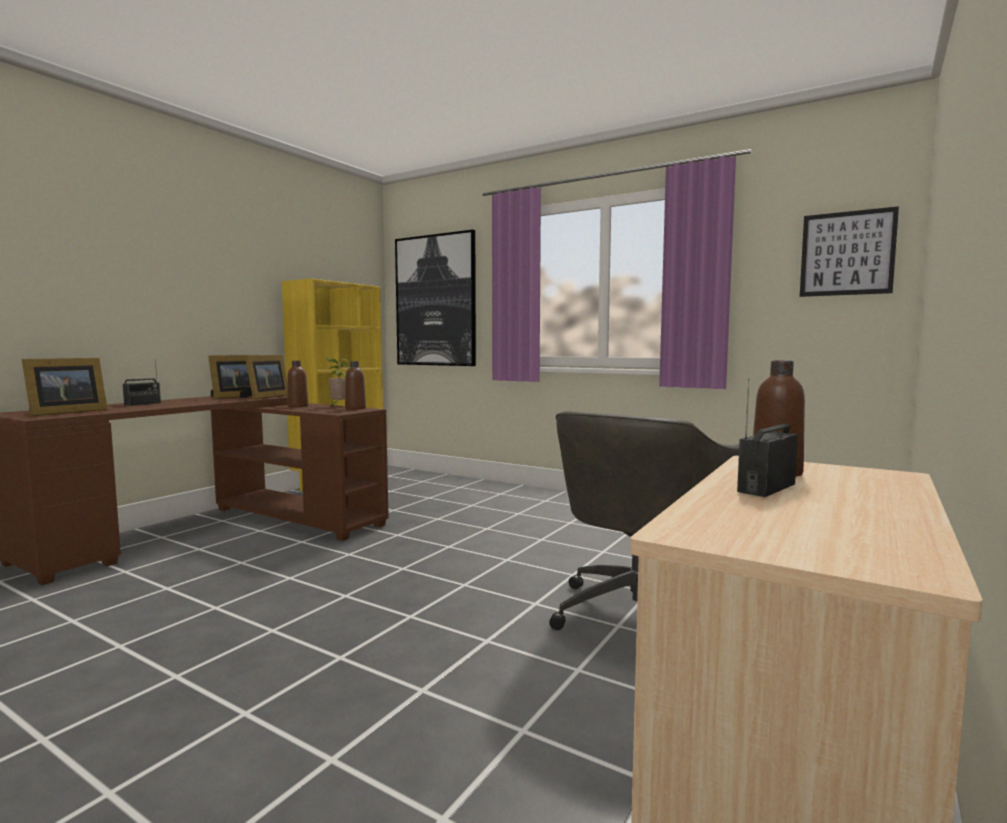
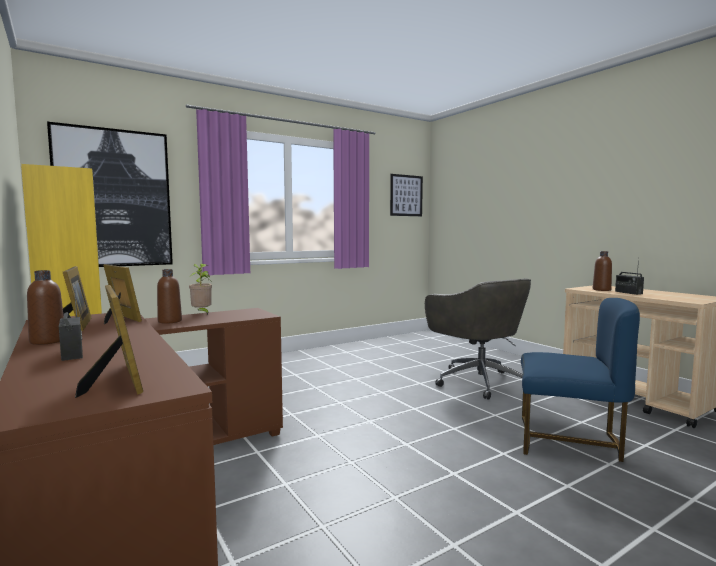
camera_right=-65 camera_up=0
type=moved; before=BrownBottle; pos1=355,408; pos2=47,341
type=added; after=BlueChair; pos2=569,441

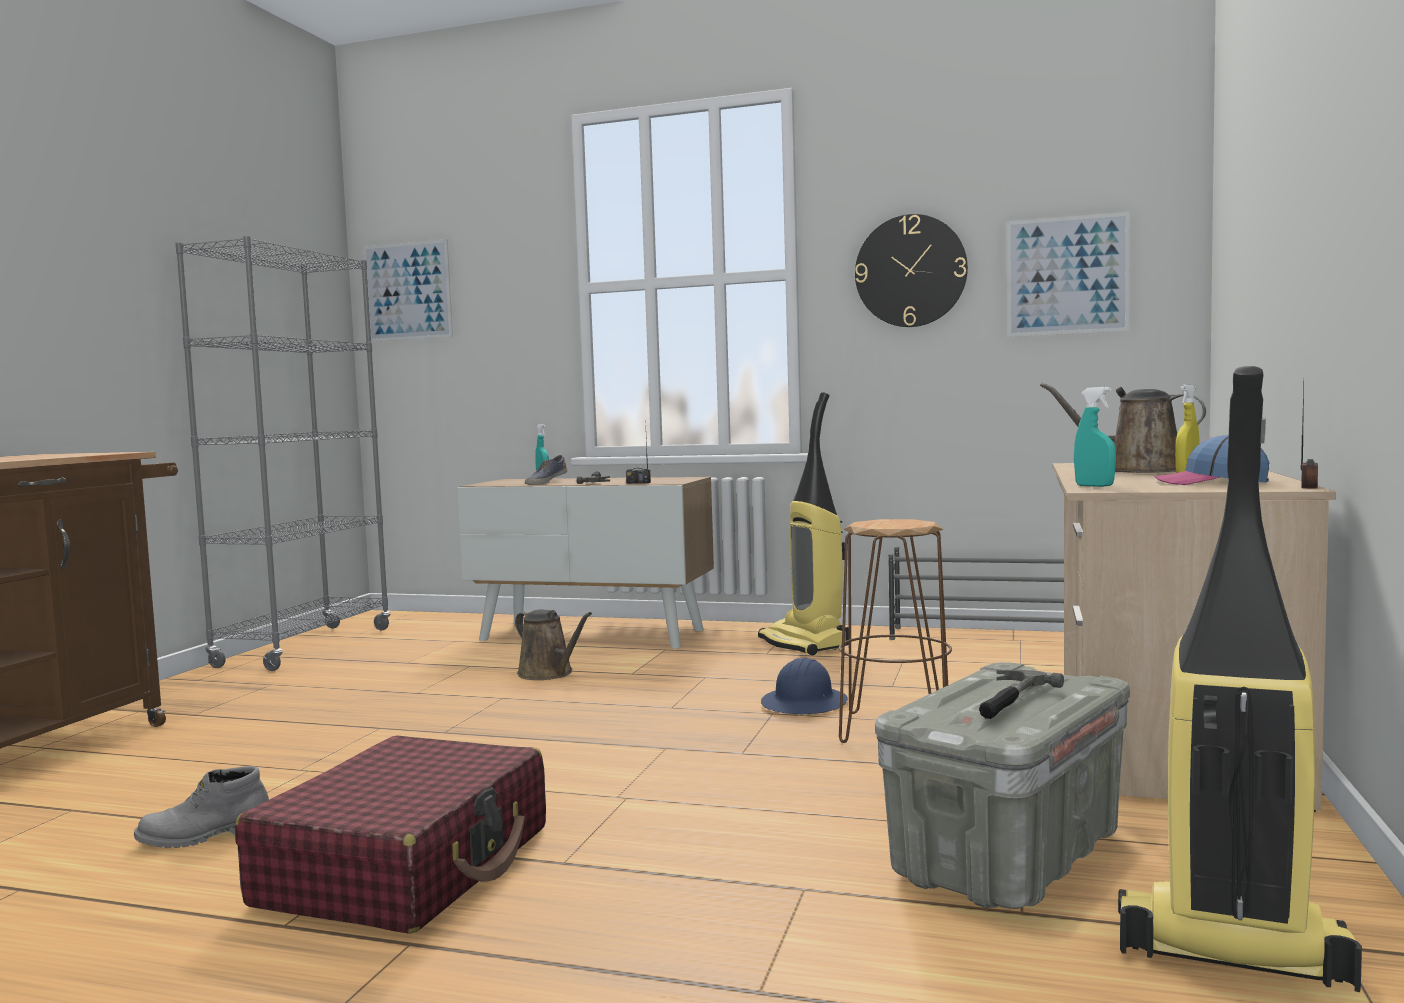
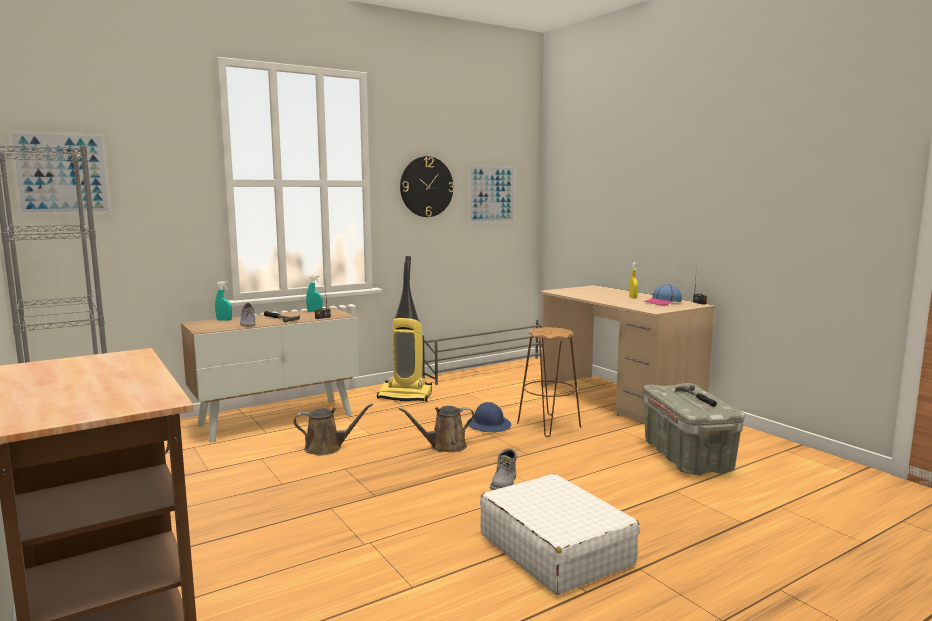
camera_right=-50 camera_up=5
type=moved; before=TurquoiseSprayBottle; pos1=1094,486; pos2=314,311
type=moved; before=BrownWateringCan; pos1=1135,471; pos2=444,446
type=recoloured; before=RedSuitcase; after=WhiteSuitcase; pos1=408,865; pos2=555,549
type=moved; before=GreyBoot; pos1=204,836; pos2=504,484
type=removed; before=VacuumCleaner; pos1=1228,952

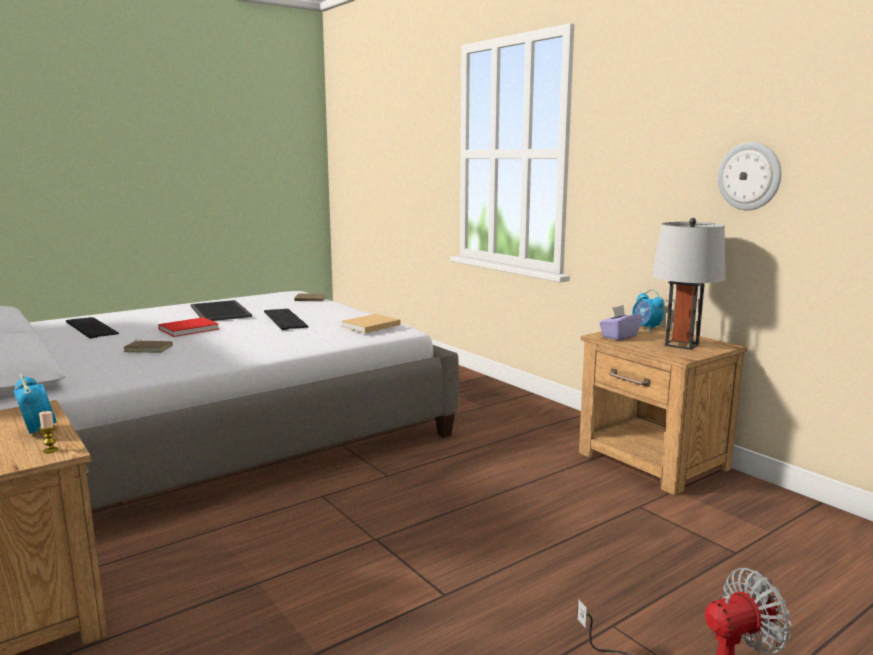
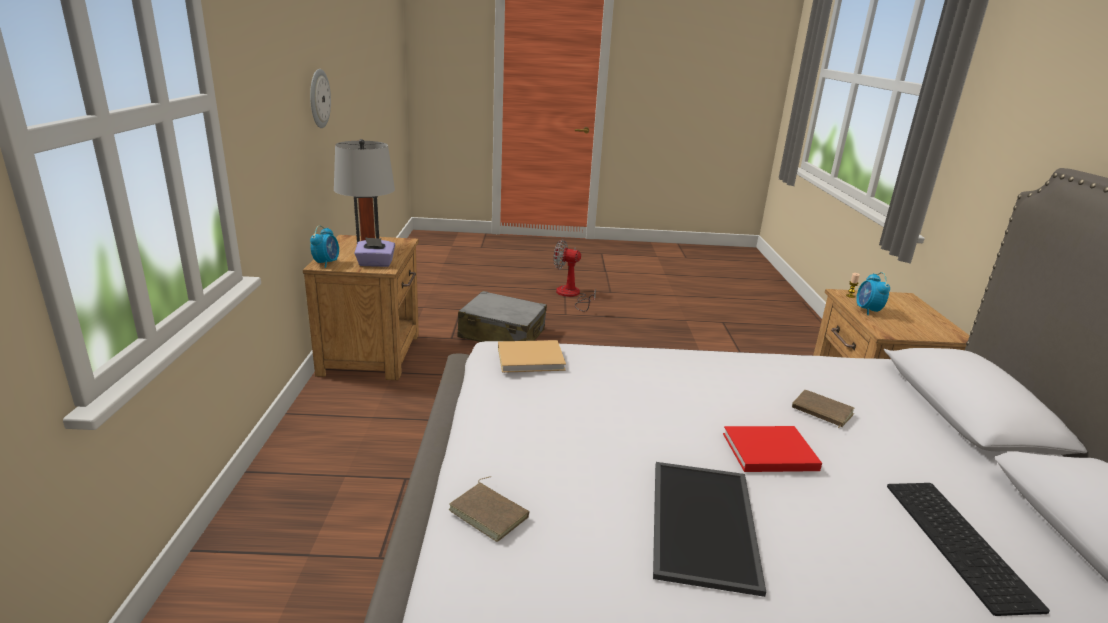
camera_right=-145 camera_up=10
type=added; after=GreySuitcase; pos2=502,334
type=removed; before=Keyboard; pos1=283,319

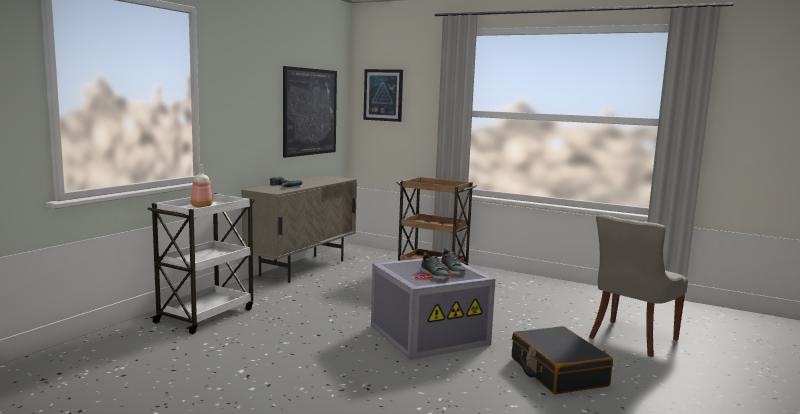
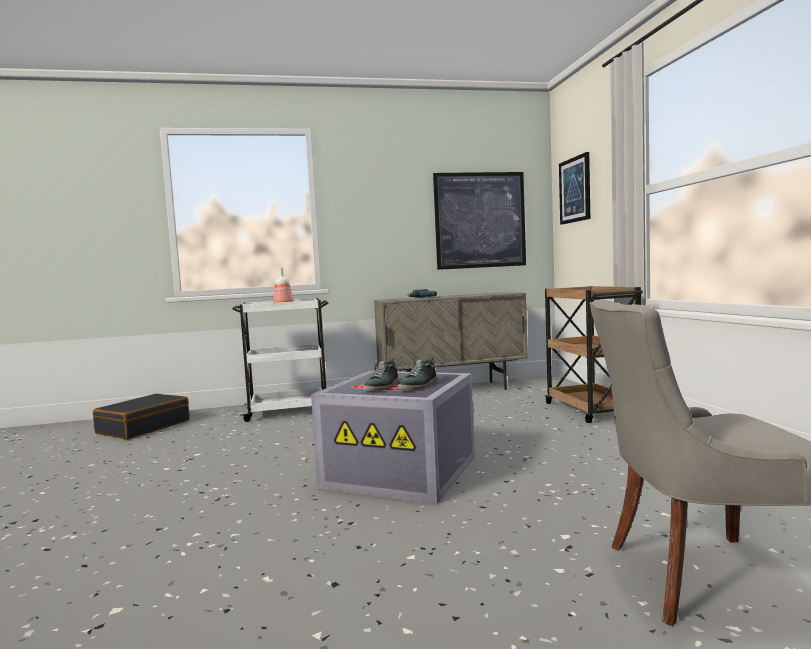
camera_right=50 camera_up=-5
type=moved; before=BlackSuitcase; pos1=557,372; pos2=143,427

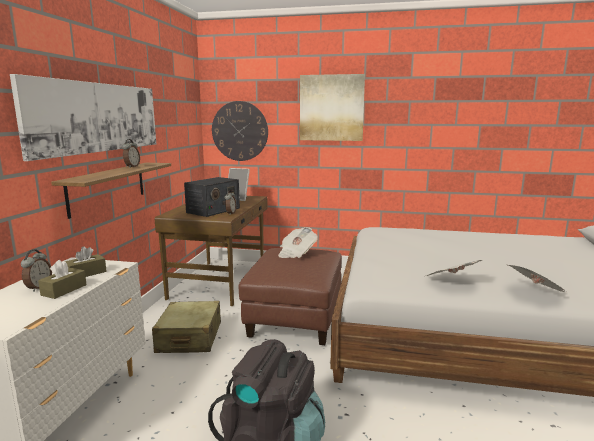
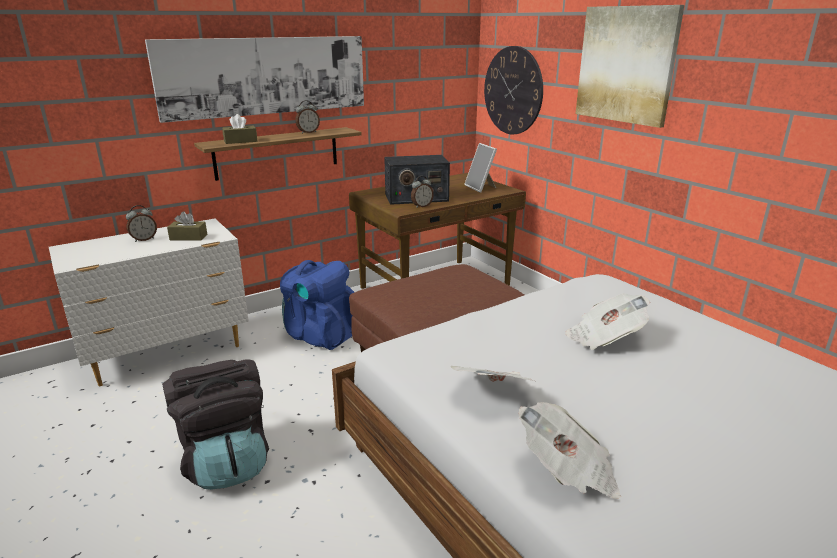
camera_right=45 camera_up=10
type=moved; before=BrownTissueBox; pos1=64,290; pos2=240,141
type=replaced; before=BeigeSuitcase; after=BlueBackpack; pos1=189,338; pos2=320,335
type=moved; before=Newspaper; pos1=296,253; pos2=604,338

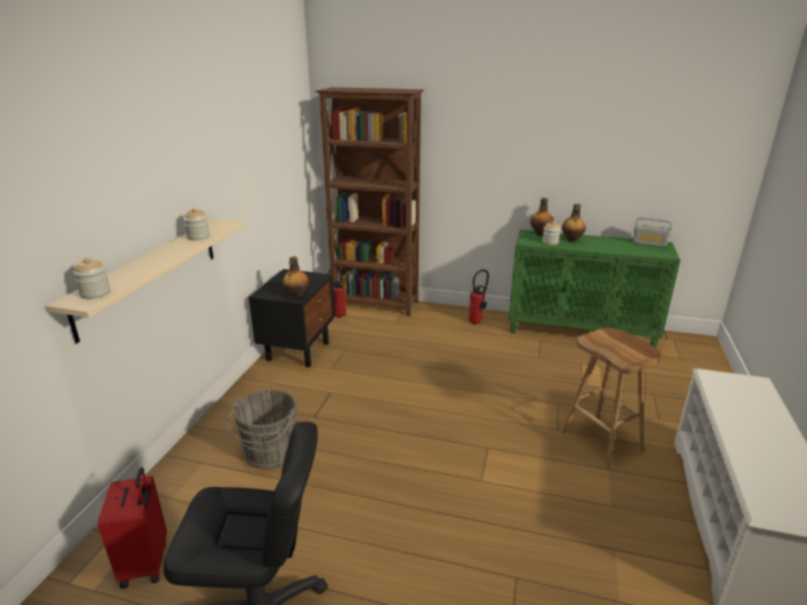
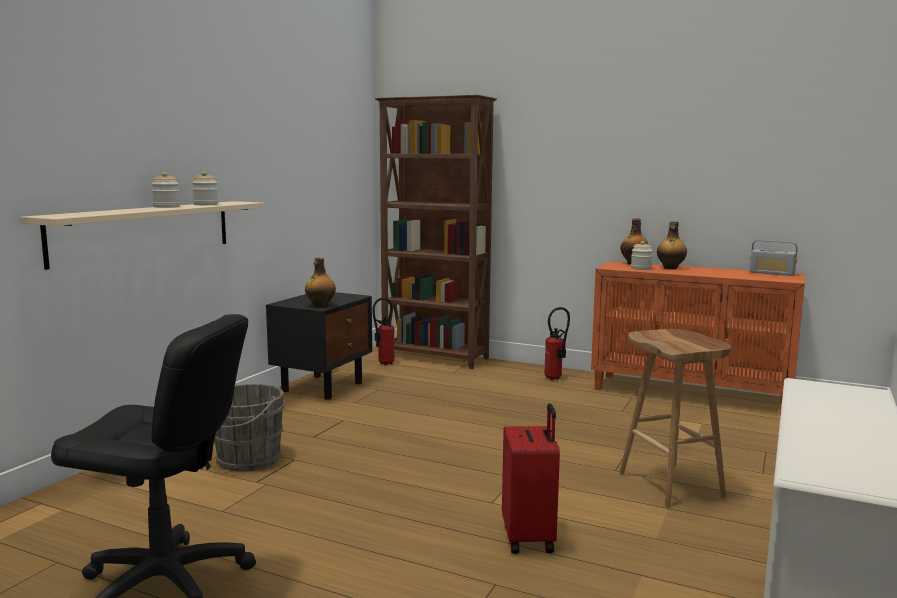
camera_right=10 camera_up=-15
type=moved; before=Jar; pos1=95,293; pos2=166,207
type=moved; before=RedSuitcase; pos1=147,563; pos2=530,538
type=recoloured; before=GreenCabinet; after=OrangeCabinet; pos1=581,332; pos2=691,394

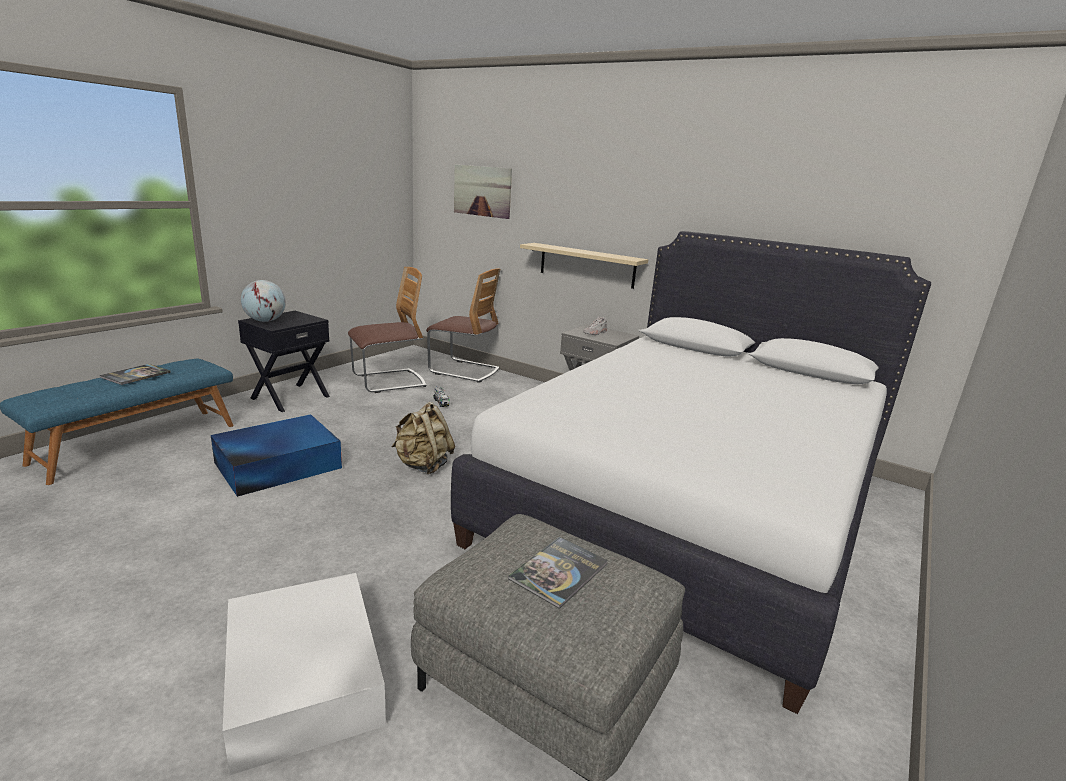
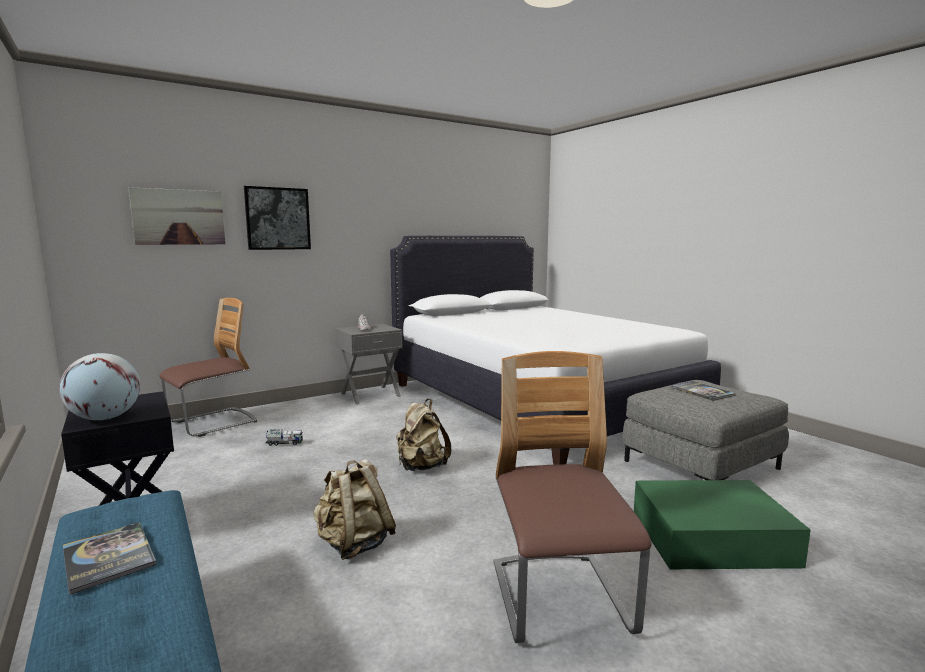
camera_right=-65 camera_up=-10
type=added; after=Picture; pos2=277,218
type=replaced; before=BlueStorageBox; after=BeigeBackpack; pos1=276,465; pos2=354,544
type=moved; before=Chair; pos1=389,381; pos2=559,599
type=recoloured; before=WhiteStorageBox; after=GreenStorageBox; pos1=303,681; pos2=714,538
type=removed; before=BeigeShelf; pos1=586,265

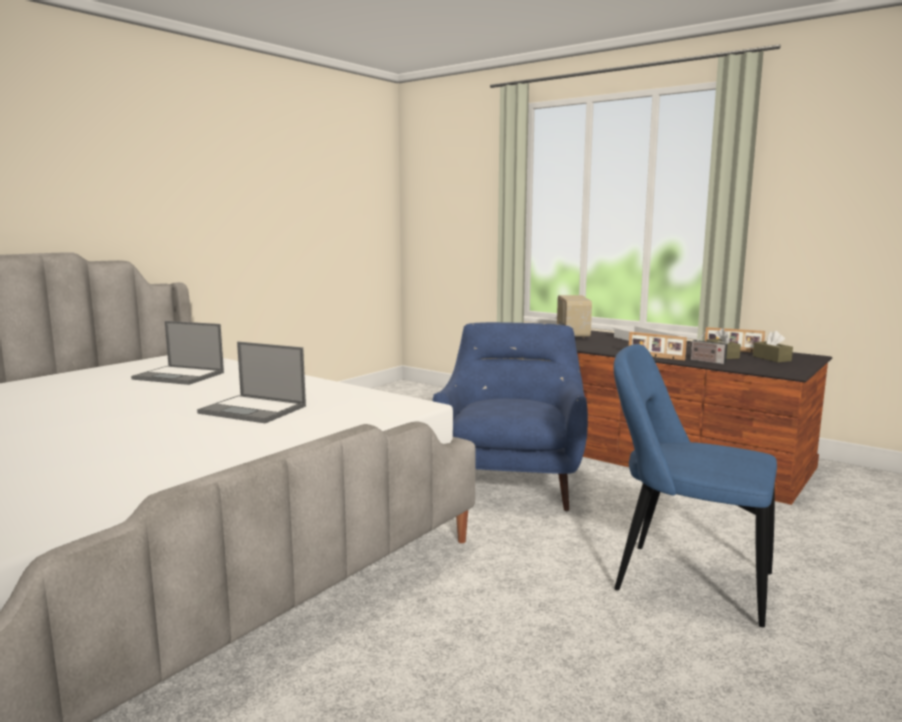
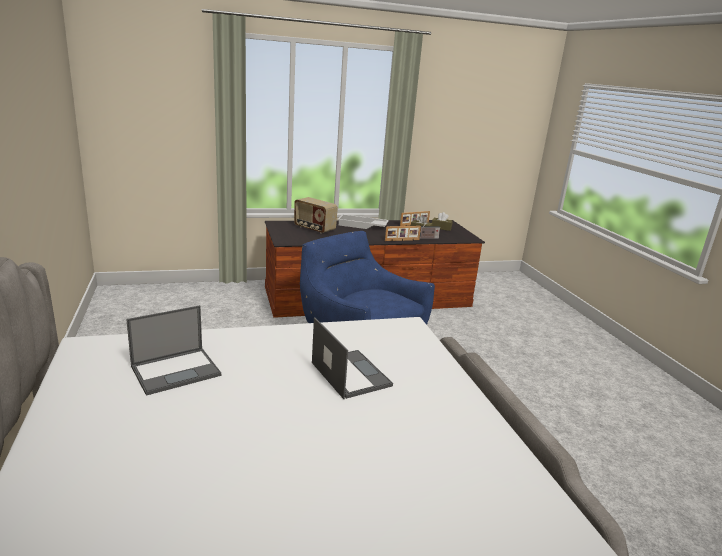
camera_right=-55 camera_up=10
type=turned; before=Laptop; pos1=254,410; pos2=350,374; turn=-90
type=removed; before=BlueChair; pos1=685,581

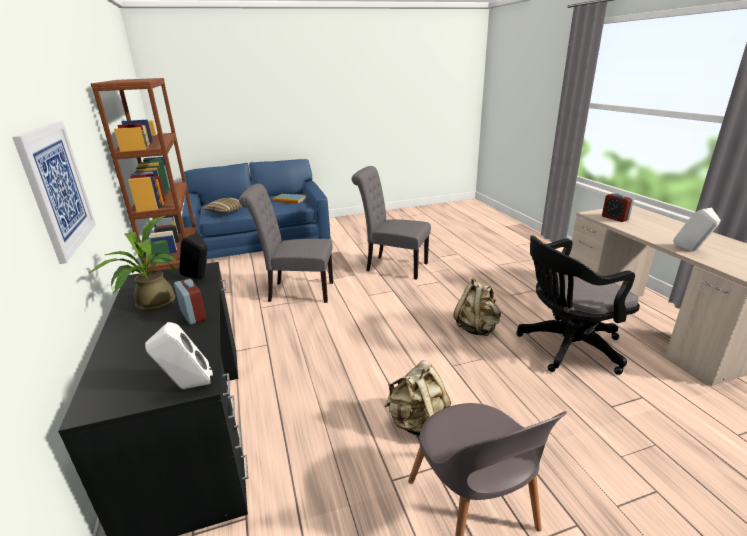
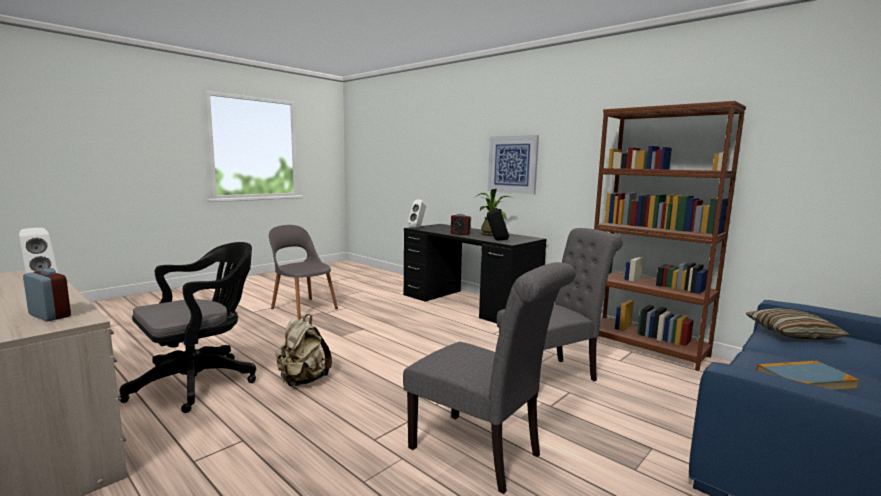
camera_right=150 camera_up=-15
type=turned; before=GreyChair; pos1=393,266; pos2=482,454; turn=45
type=removed; before=BeigeBackpack; pos1=417,423

